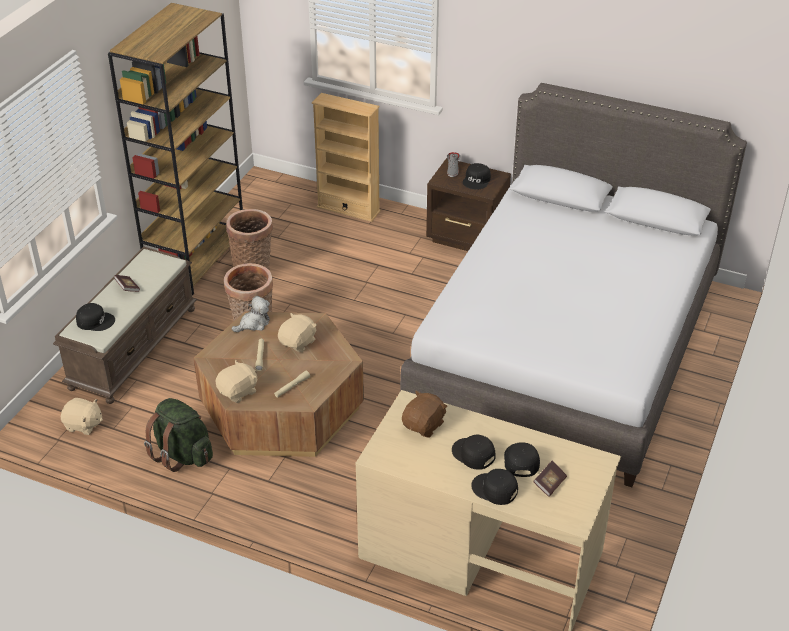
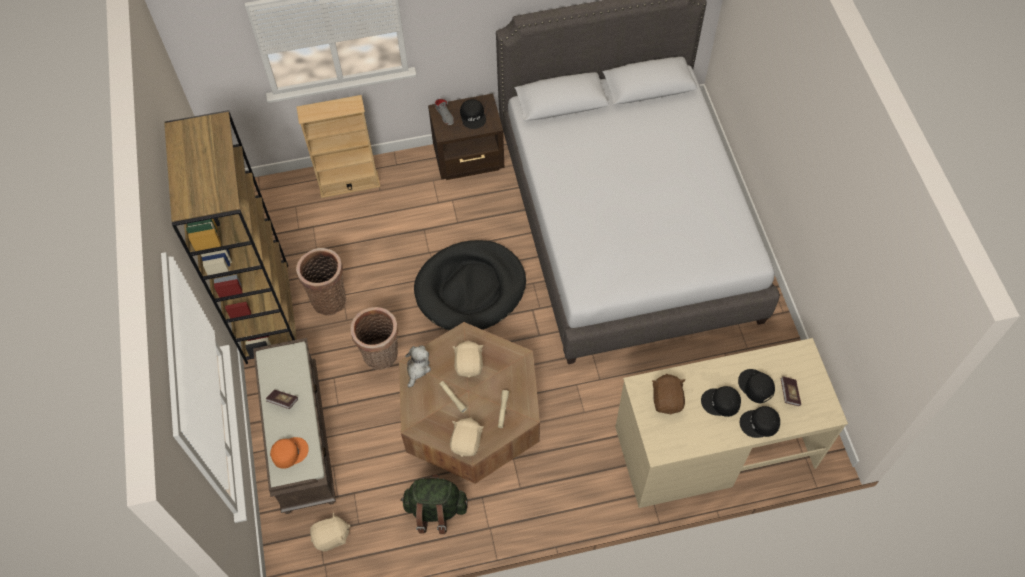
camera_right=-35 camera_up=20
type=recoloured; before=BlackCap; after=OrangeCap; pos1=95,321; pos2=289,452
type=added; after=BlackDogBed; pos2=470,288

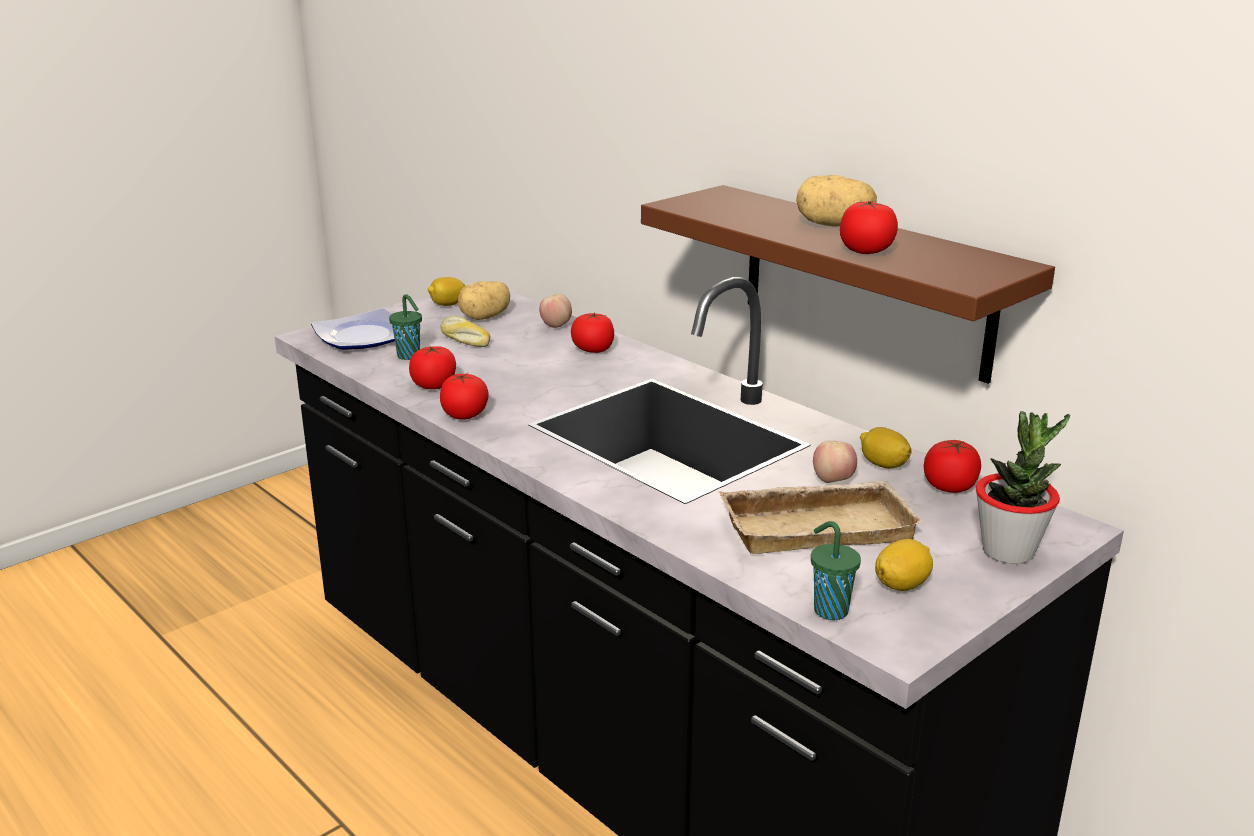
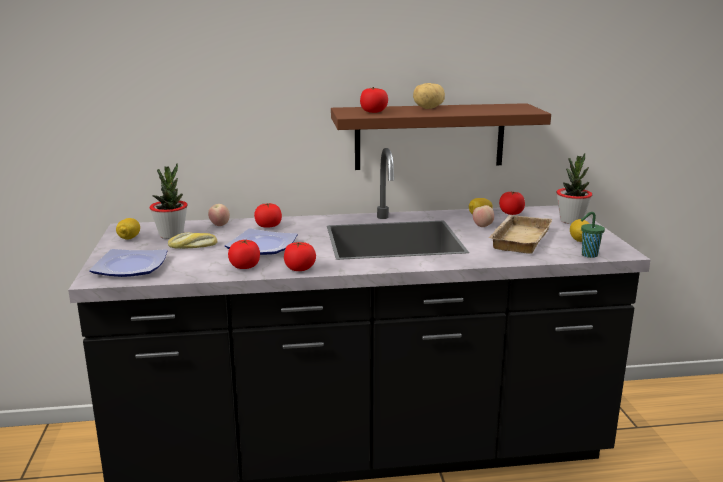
camera_right=-55 camera_up=-5
type=replaced; before=Potato; after=PottedPlant; pos1=486,317; pos2=171,235
type=added; after=Plate; pos2=262,247
type=moved; before=Tomato; pos1=866,251; pos2=373,112
type=removed; before=GreenCup; pos1=409,356

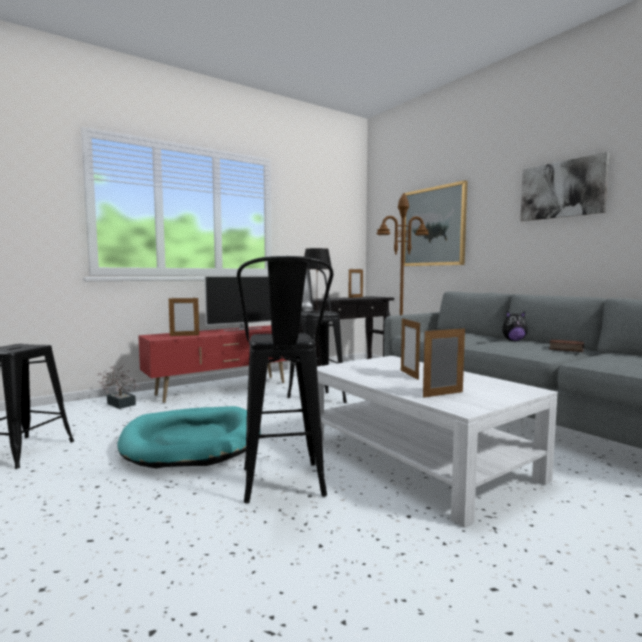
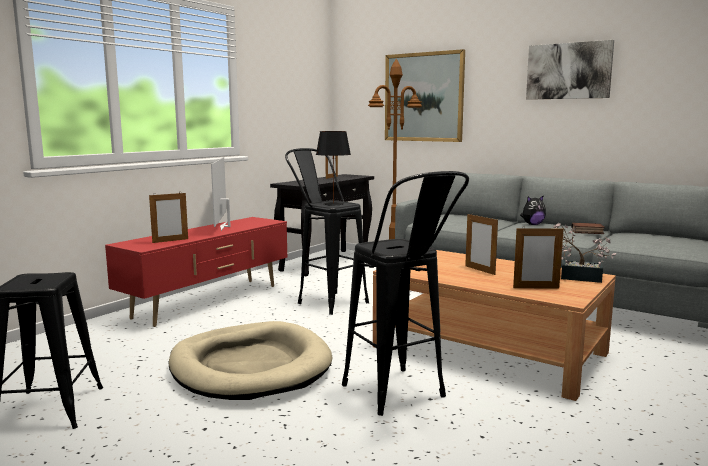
camera_right=-20 camera_up=5
type=recoloured; before=TurquoiseDogBed; after=BeigeDogBed; pos1=192,441; pos2=250,367
type=turned; before=Television; pos1=243,329; pos2=225,226; turn=135
type=recoloured; before=WhiteCoffeeTable; after=BrownCoffeeTable; pos1=418,458; pos2=490,350
type=turned; before=PictureFrame; pos1=443,394; pos2=536,288; turn=-135
type=moved; before=PottedPlant; pos1=120,403; pos2=575,277

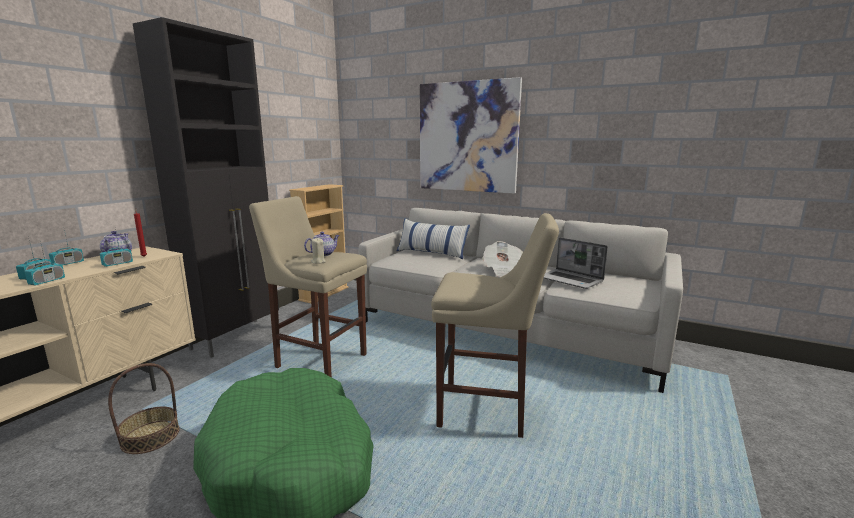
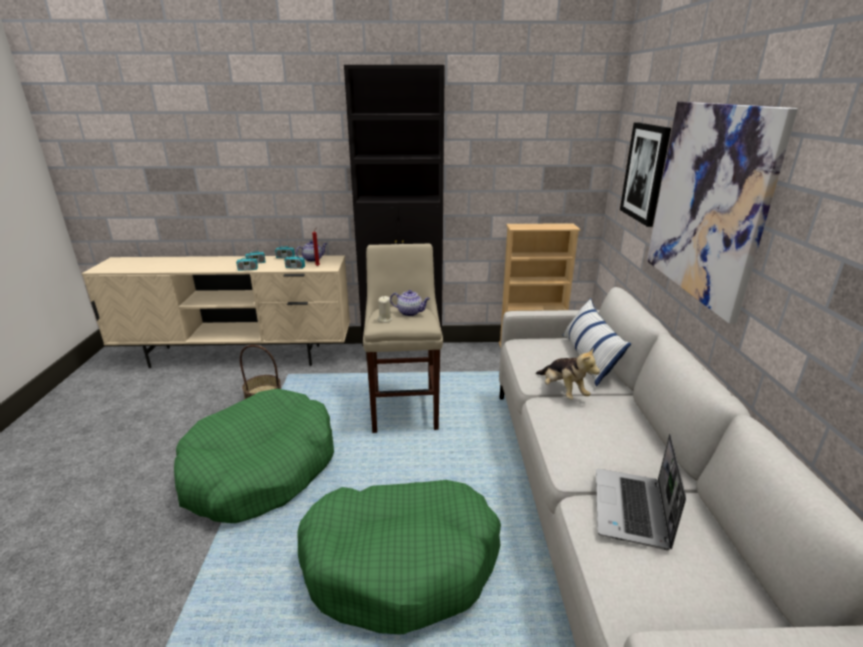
camera_right=60 camera_up=10
type=replaced; before=BeigeStool; after=GreenDogBed; pos1=488,410; pos2=401,562
type=added; after=PlushToy; pos2=562,391
type=added; after=Picture; pos2=645,173
type=removed; before=Newspaper; pos1=503,271

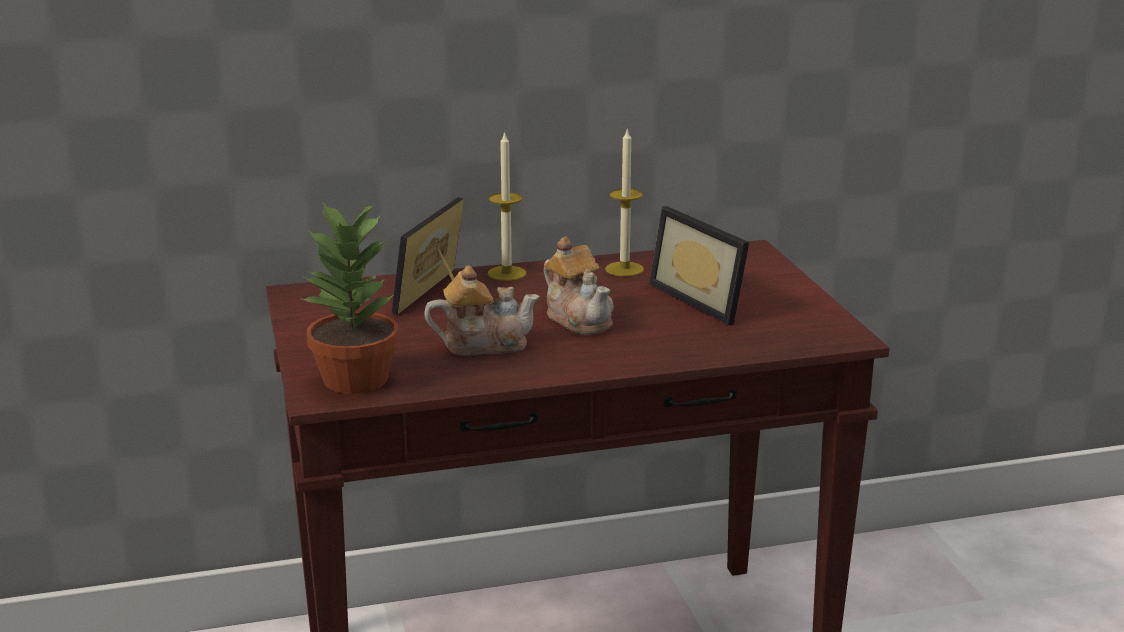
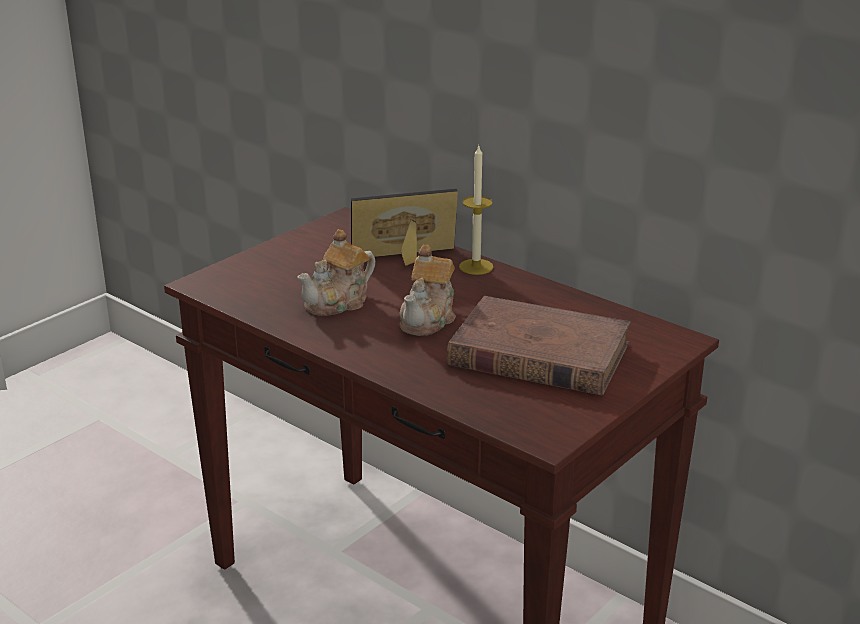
camera_right=55 camera_up=5
type=turned; before=Teapot; pos1=483,344; pos2=339,302; turn=90
type=replaced; before=PictureFrame; after=BrownBook; pos1=706,300; pos2=537,354
type=removed; before=PottedPlant; pos1=356,380
type=removed; before=Candle; pos1=624,269

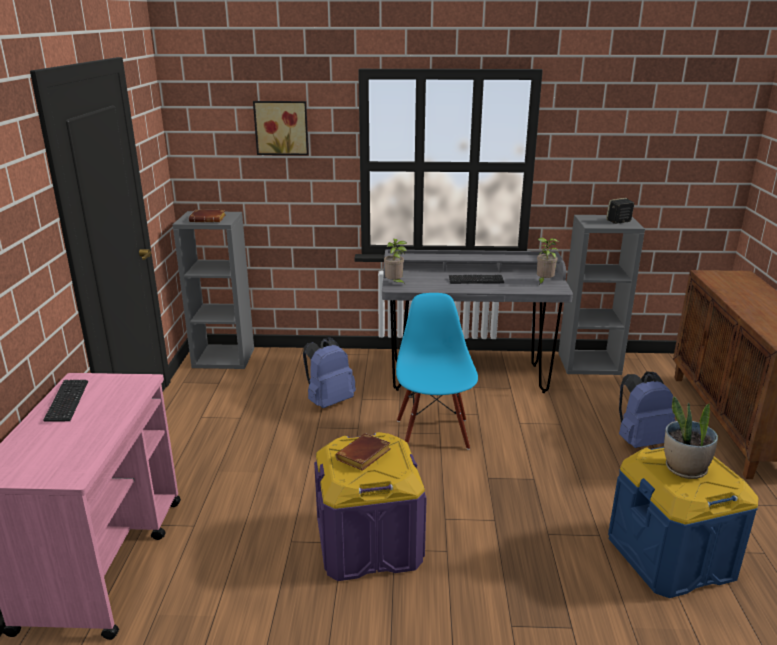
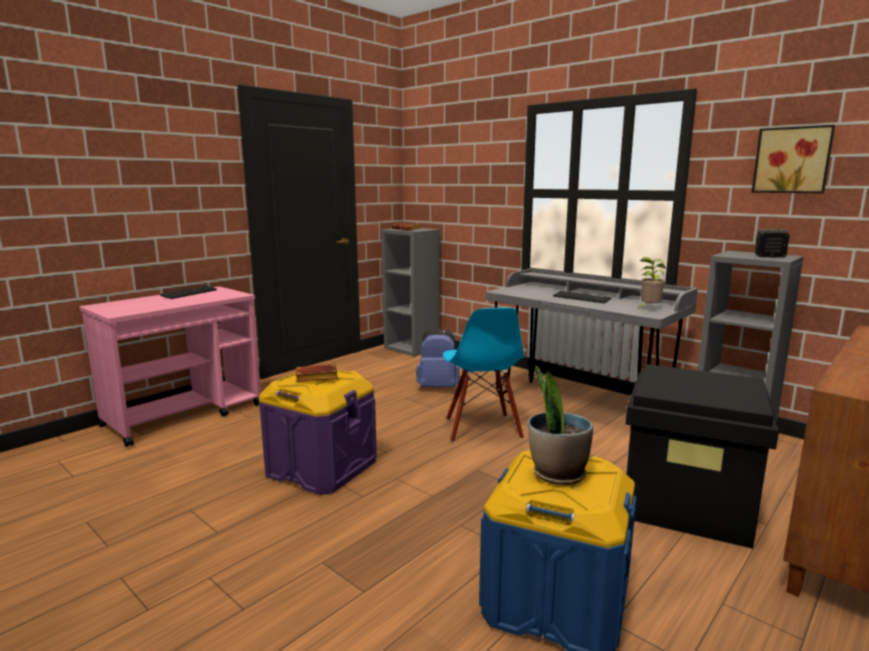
camera_right=40 camera_up=-10
type=turned; before=BlueChair; pos1=433,434; pos2=482,429; turn=135
type=replaced; before=BlueBackpack; after=BlackStorageBox; pos1=640,441; pos2=688,505
type=moved; before=Picture; pos1=281,127; pos2=792,160
type=removed; before=PottedPlant; pos1=395,284

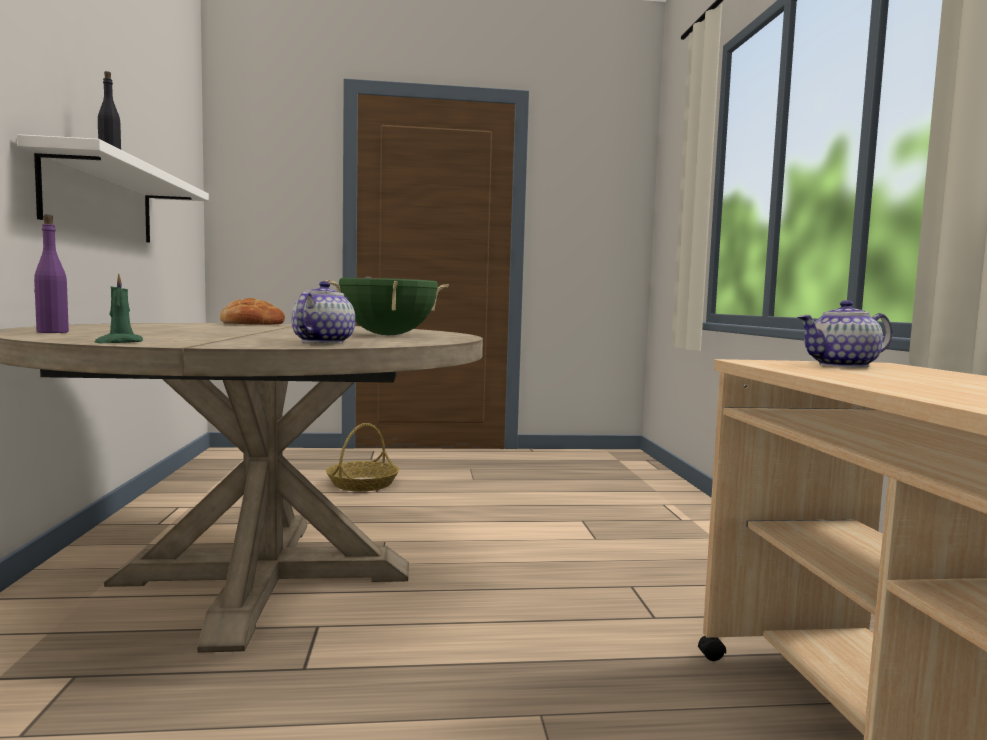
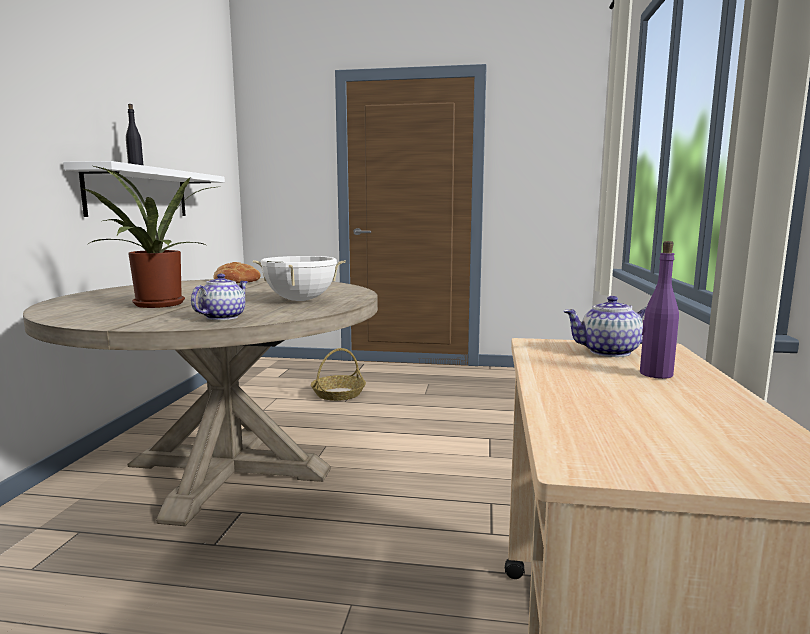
camera_right=15 camera_up=5
type=added; after=PottedPlant; pos2=157,305
type=recoloured; before=GreenCookingPot; after=WhiteCookingPot; pos1=388,335; pos2=300,300
type=moved; before=PurpleBottle; pos1=52,332; pos2=655,374
type=removed; before=GreenCandle; pos1=118,342

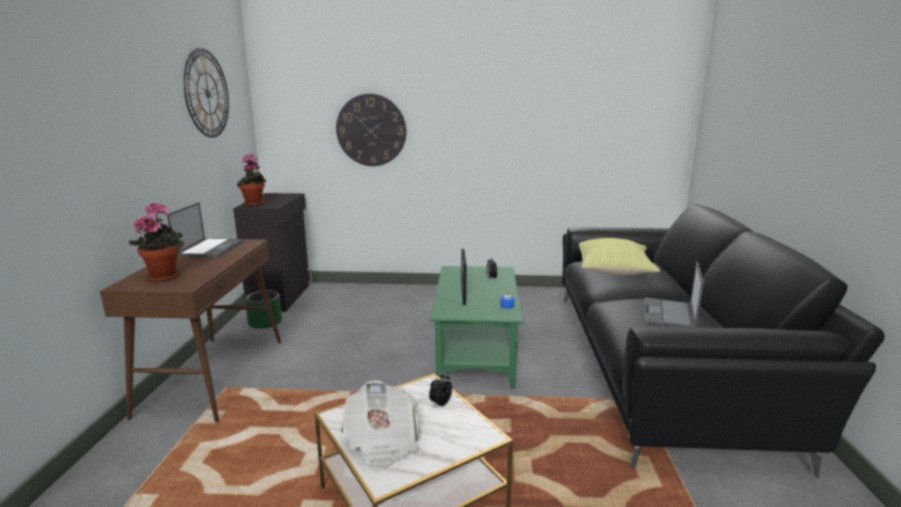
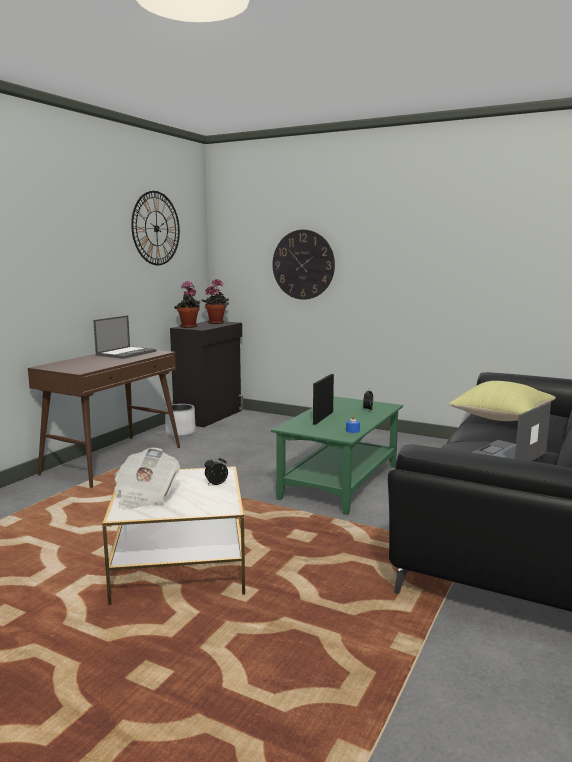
camera_right=25 camera_up=-5
type=recoloured; before=GreenPlanter; after=WhitePlanter; pos1=265,322; pos2=180,432
type=moved; before=PottedPlant; pos1=165,276; pos2=216,322

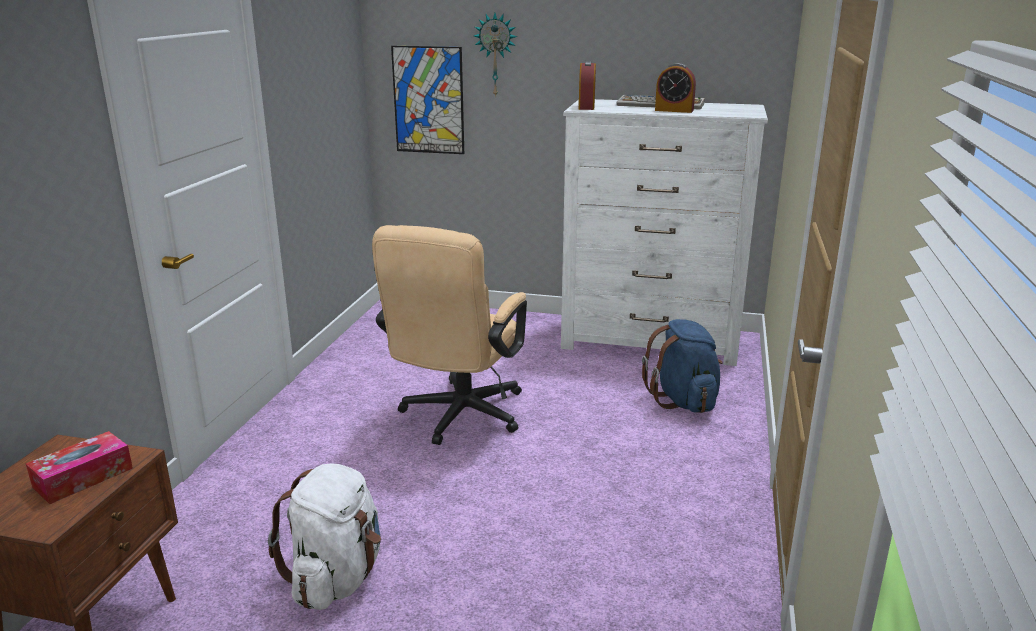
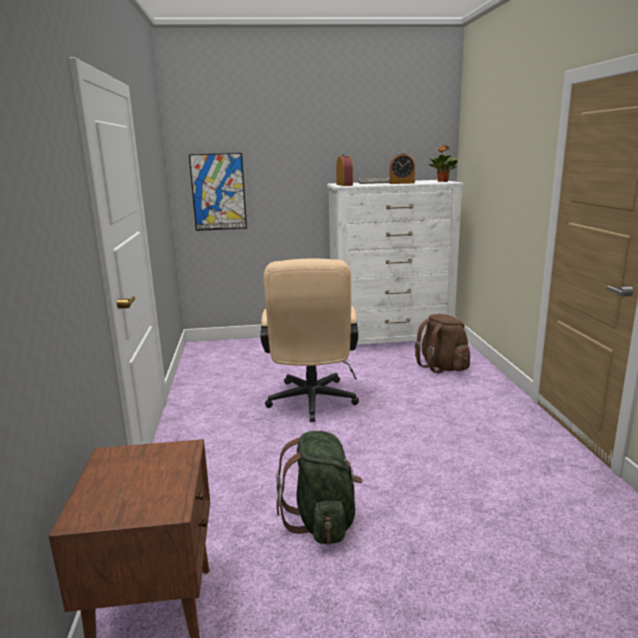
camera_right=-20 camera_up=-5
type=recoloured; before=WhiteBackpack; after=GreenBackpack; pos1=336,578; pos2=322,521
type=recoloured; before=BlueBackpack; after=BrownBackpack; pos1=684,401; pos2=442,367
type=added; after=PottedPlant; pos2=442,181
type=removed; before=TissueBox; pos1=83,477
type=removed; before=WallClock; pos1=496,55

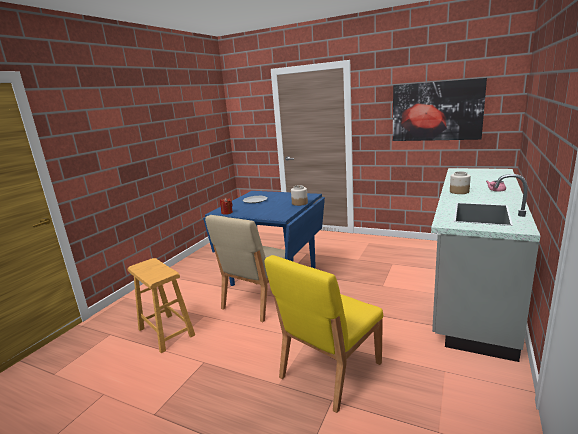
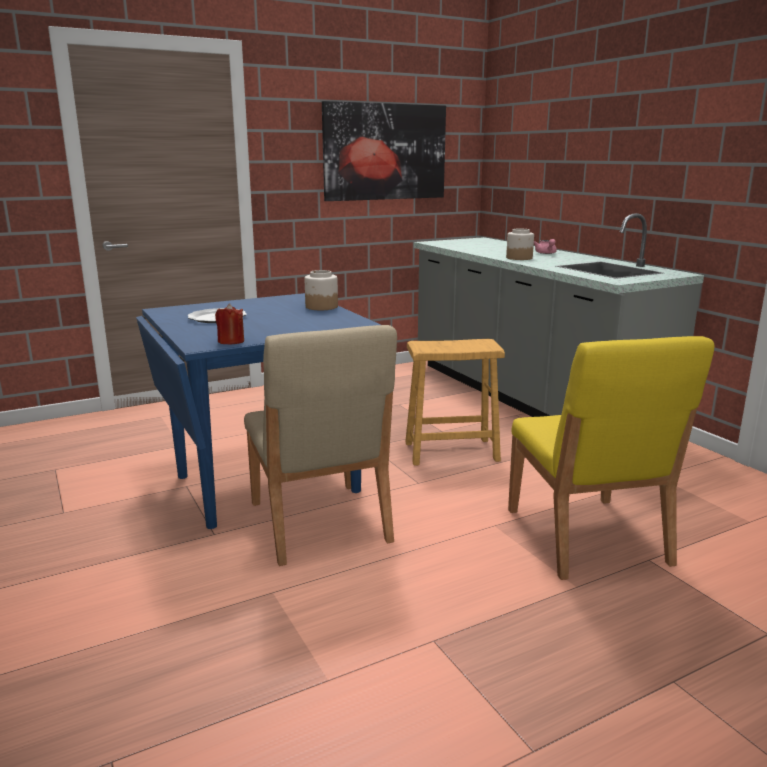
camera_right=-55 camera_up=0
type=moved; before=BrownStool; pos1=166,332; pos2=451,451

